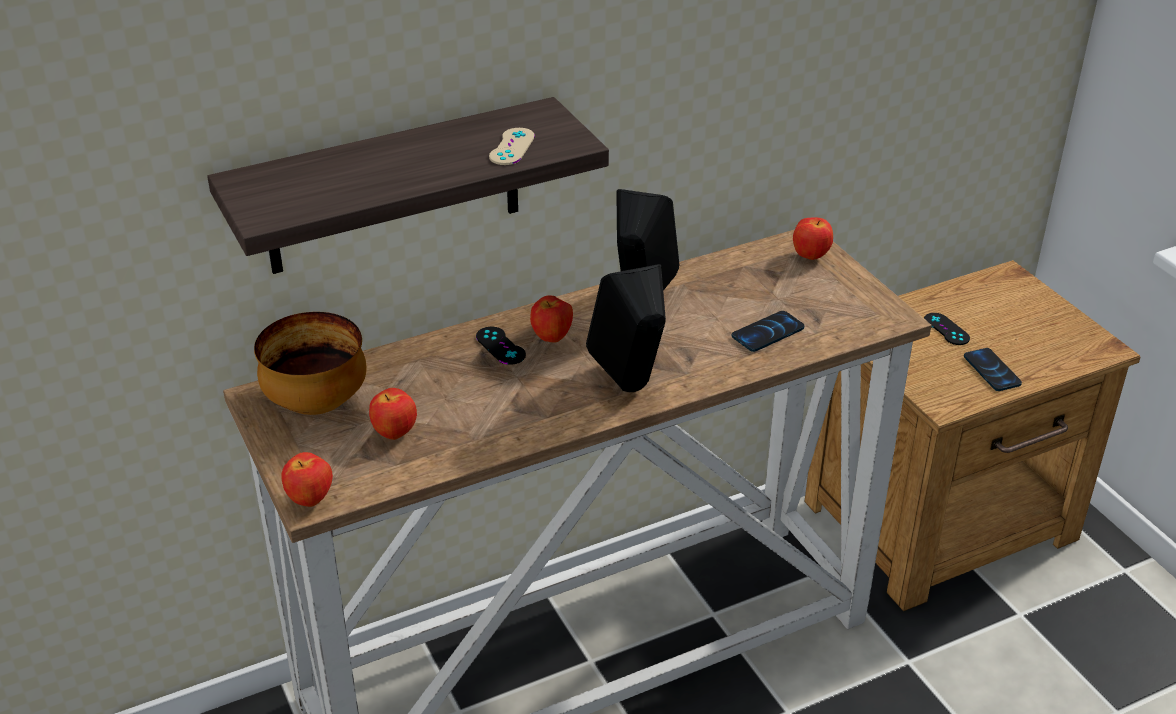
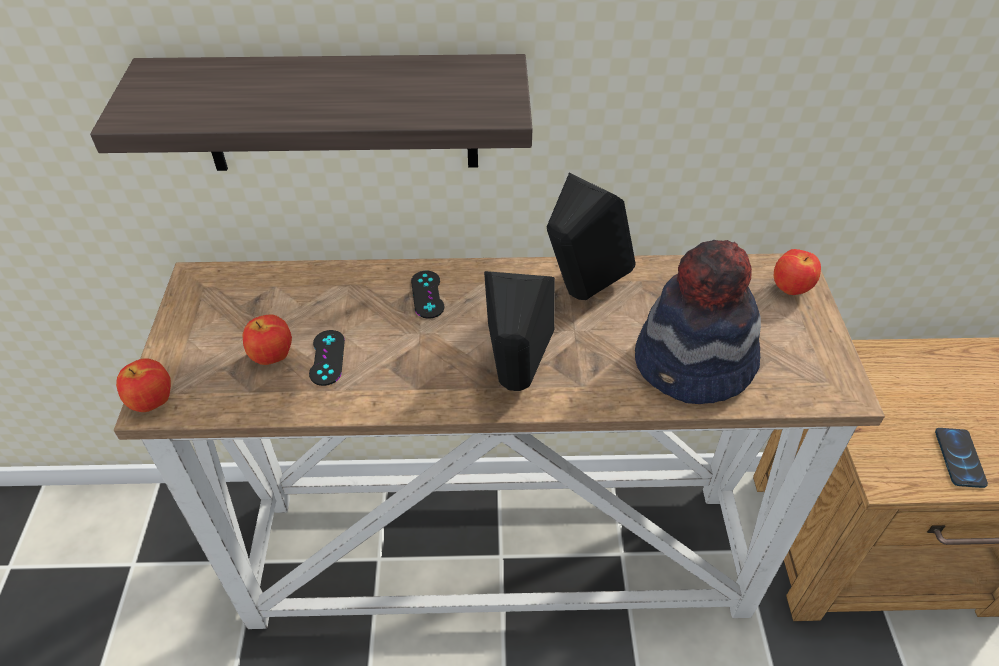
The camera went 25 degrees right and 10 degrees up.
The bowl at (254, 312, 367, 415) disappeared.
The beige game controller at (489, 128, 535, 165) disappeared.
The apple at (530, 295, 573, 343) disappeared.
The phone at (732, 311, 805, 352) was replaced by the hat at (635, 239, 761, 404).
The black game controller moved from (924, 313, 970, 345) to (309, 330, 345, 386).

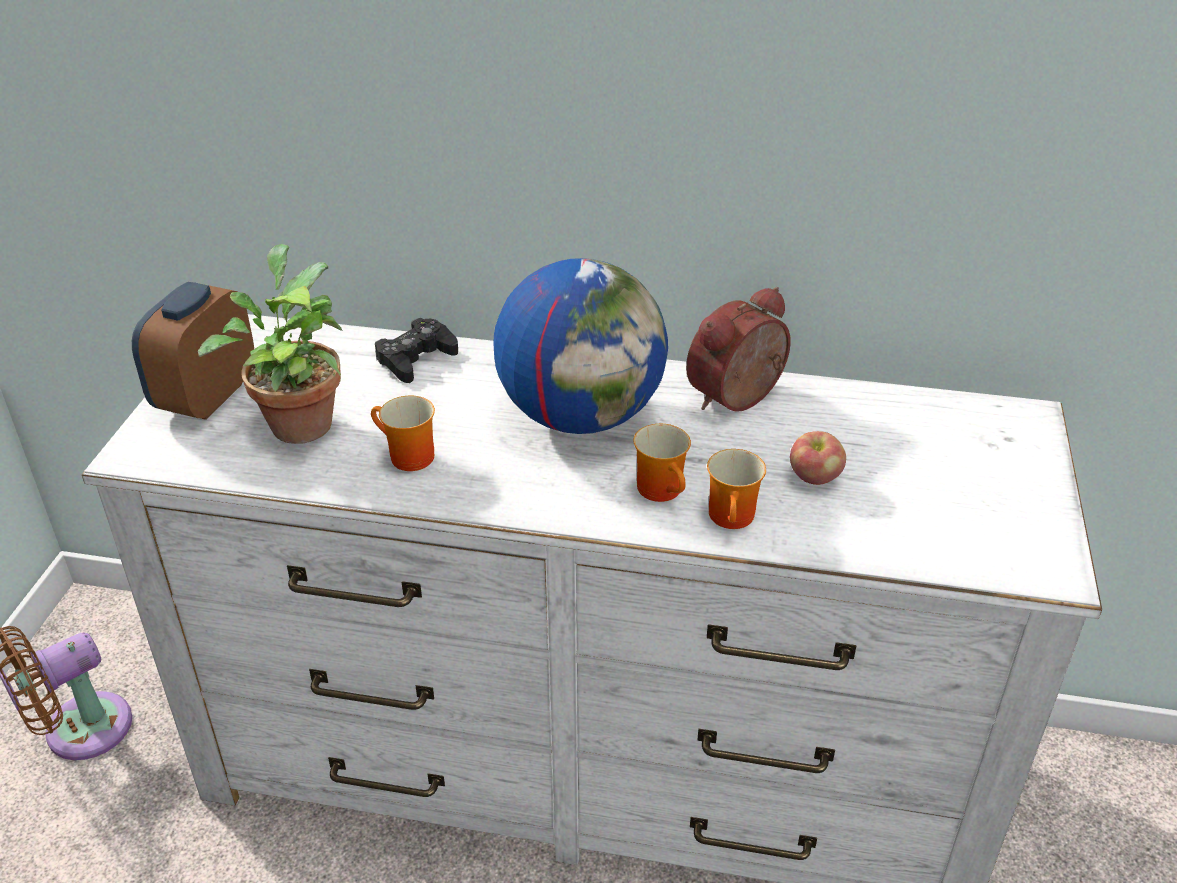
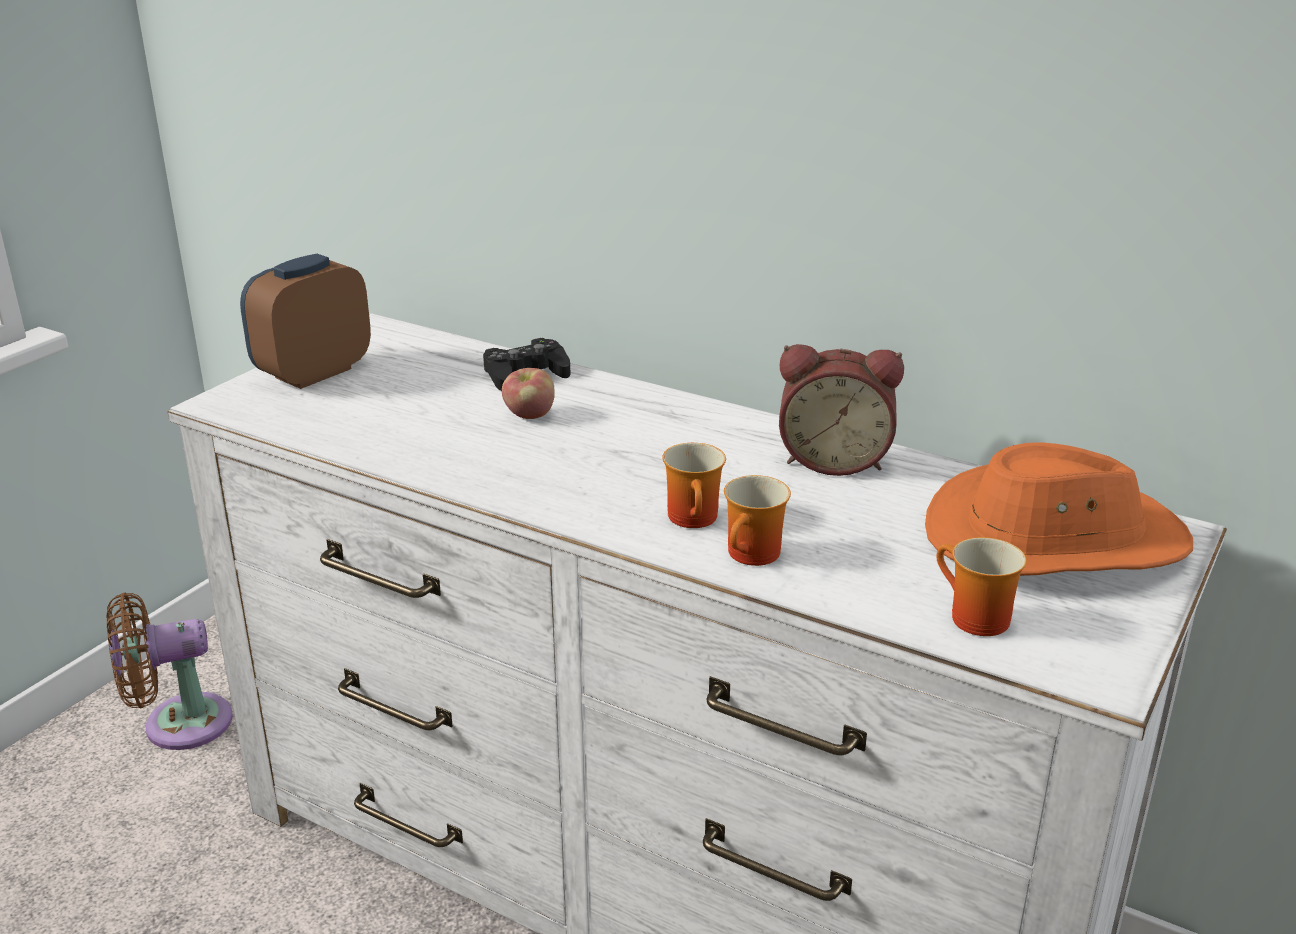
The camera went 20 degrees right and 10 degrees down.
The potted plant at (198, 244, 342, 444) disappeared.
The mug moved from (371, 395, 435, 471) to (936, 537, 1027, 636).
The globe at (494, 258, 668, 434) disappeared.
The alarm clock at (686, 287, 791, 412) turned 150 degrees counterclockwise.
The apple moved from (790, 431, 846, 485) to (502, 368, 555, 419).
The orange hat at (925, 442, 1193, 576) appeared.

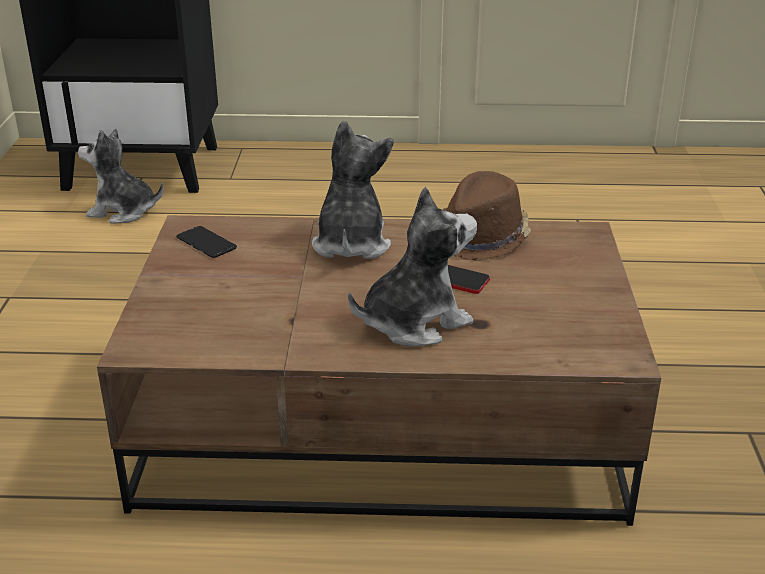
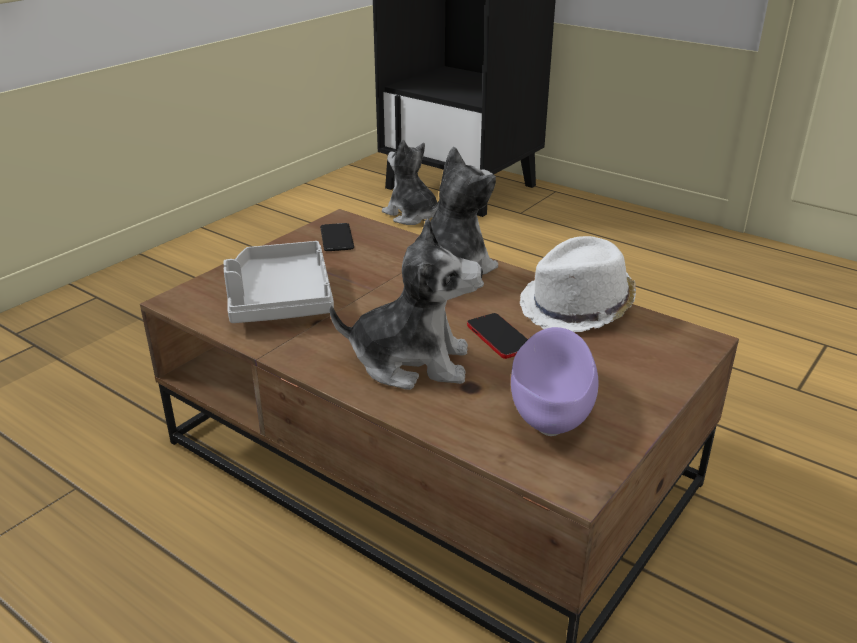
The camera went 35 degrees right and 0 degrees up.
The brown hat at (443, 171, 531, 261) became the white hat at (520, 236, 636, 332).
The grey tray at (224, 241, 334, 323) appeared.
The purple bowl at (511, 327, 598, 436) appeared.

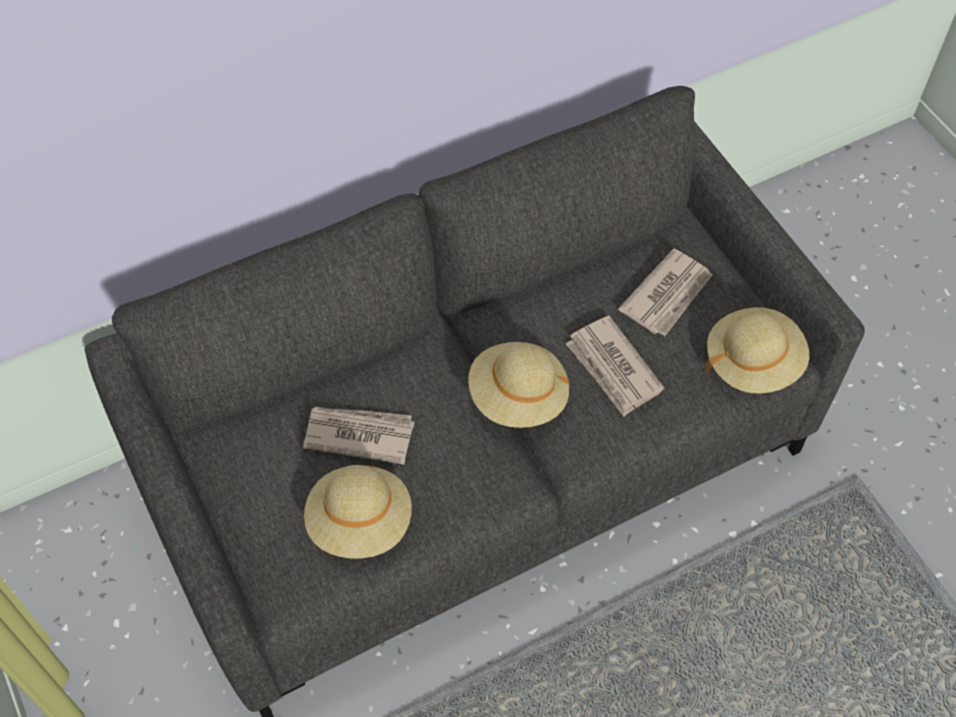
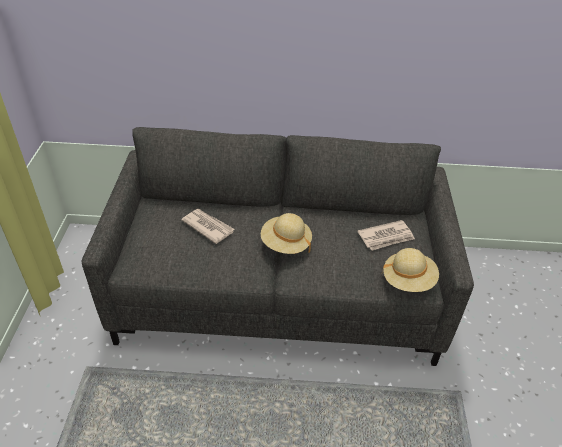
The camera went 30 degrees right and 15 degrees down.
The beige hat at (304, 465, 412, 559) disappeared.
The newspaper at (565, 316, 664, 417) disappeared.

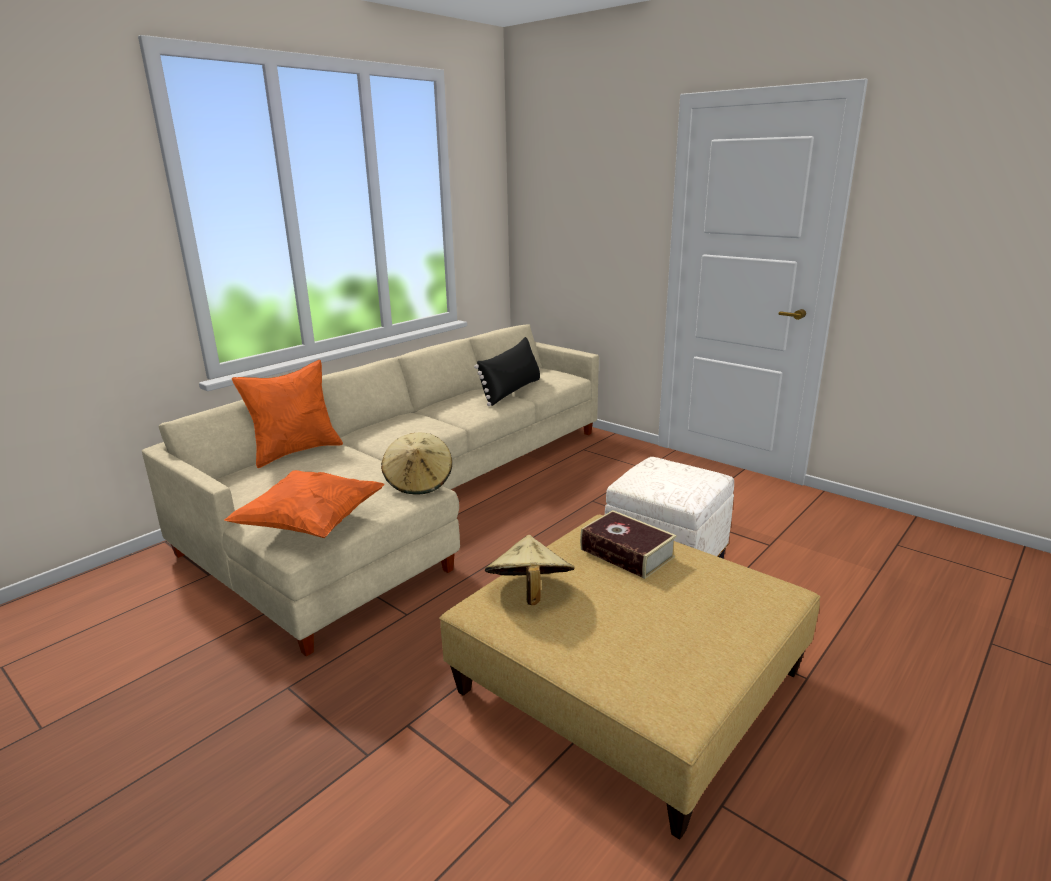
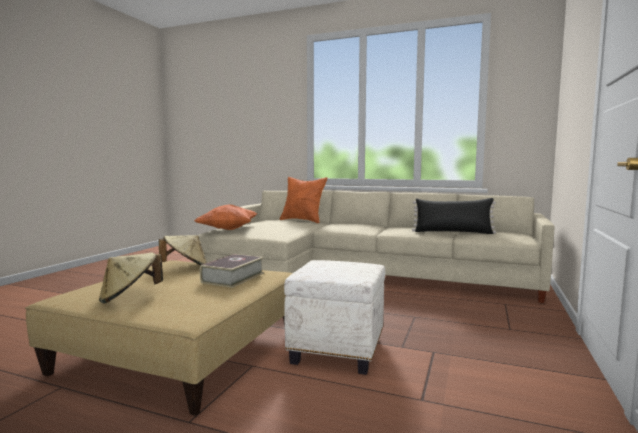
The camera went 70 degrees right and 15 degrees down.
The beige hat moved from (381, 433, 452, 495) to (99, 252, 163, 303).

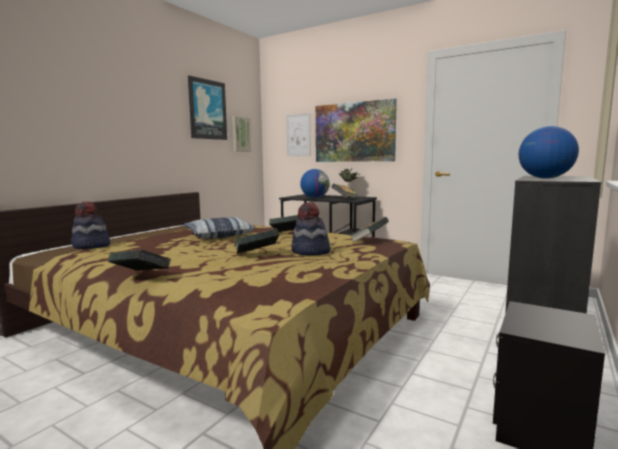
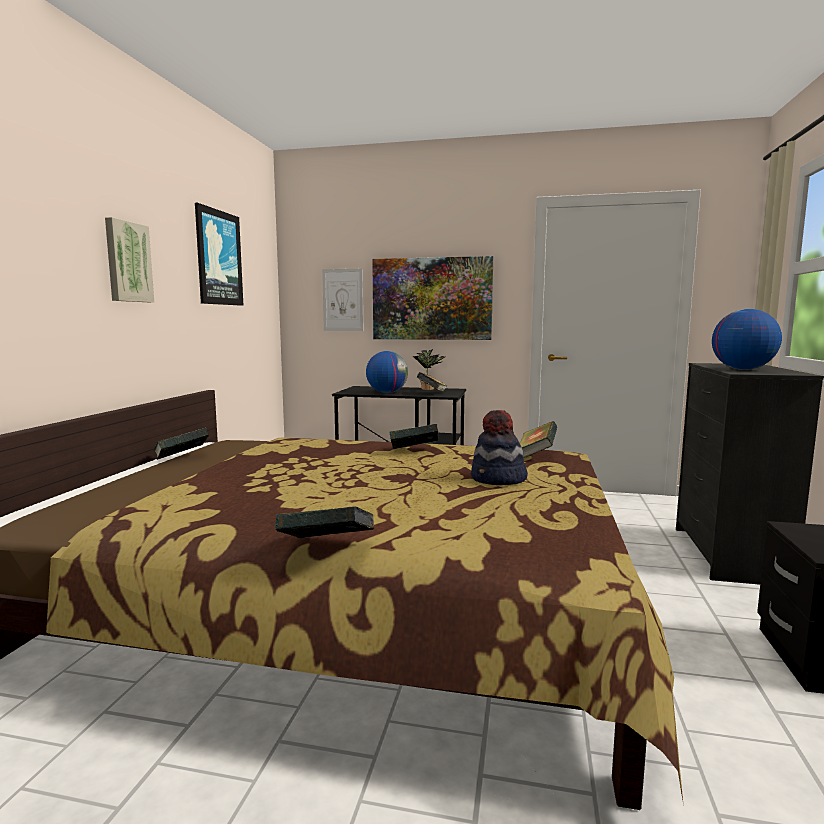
The camera went 20 degrees left and 0 degrees up.
The hat at (71, 202, 110, 249) disappeared.
The pillow at (184, 217, 255, 239) disappeared.
The picture moved from (232, 116, 251, 152) to (105, 217, 154, 302).
The book moved from (235, 229, 279, 254) to (153, 428, 209, 460).

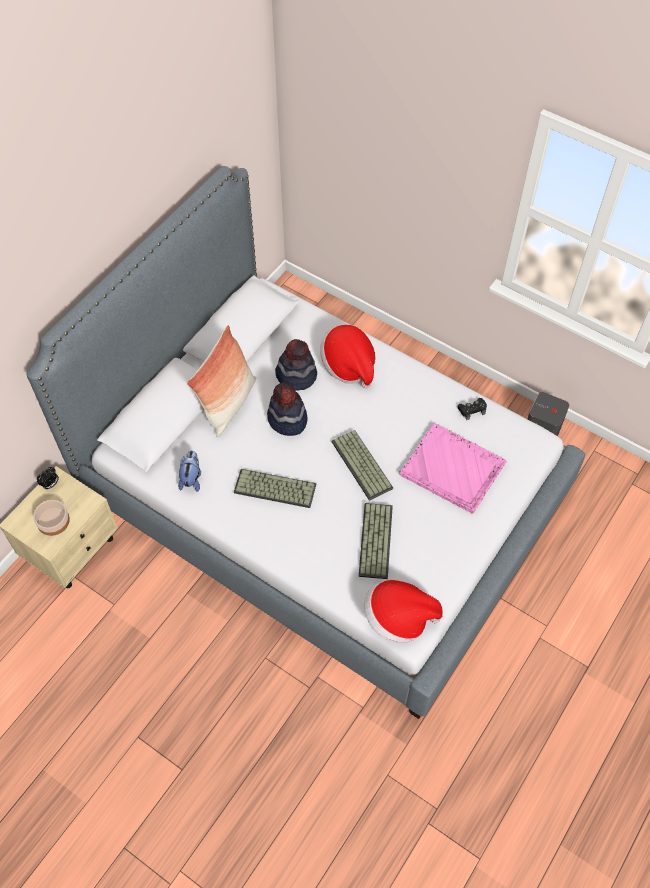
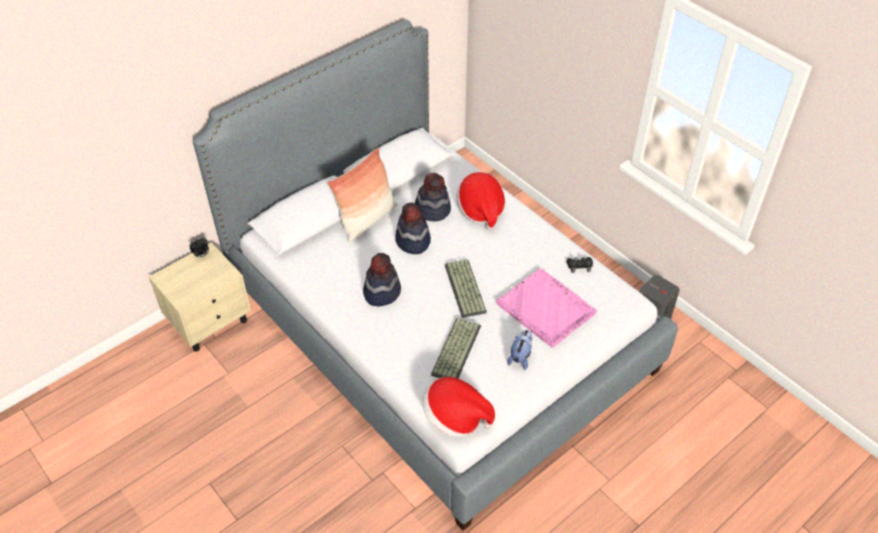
The camera went 15 degrees right and 10 degrees down.
The bowl at (33, 500, 70, 536) disappeared.
The plush toy moved from (178, 451, 201, 492) to (507, 330, 532, 370).
The keyboard at (234, 469, 316, 508) was replaced by the hat at (363, 253, 401, 306).

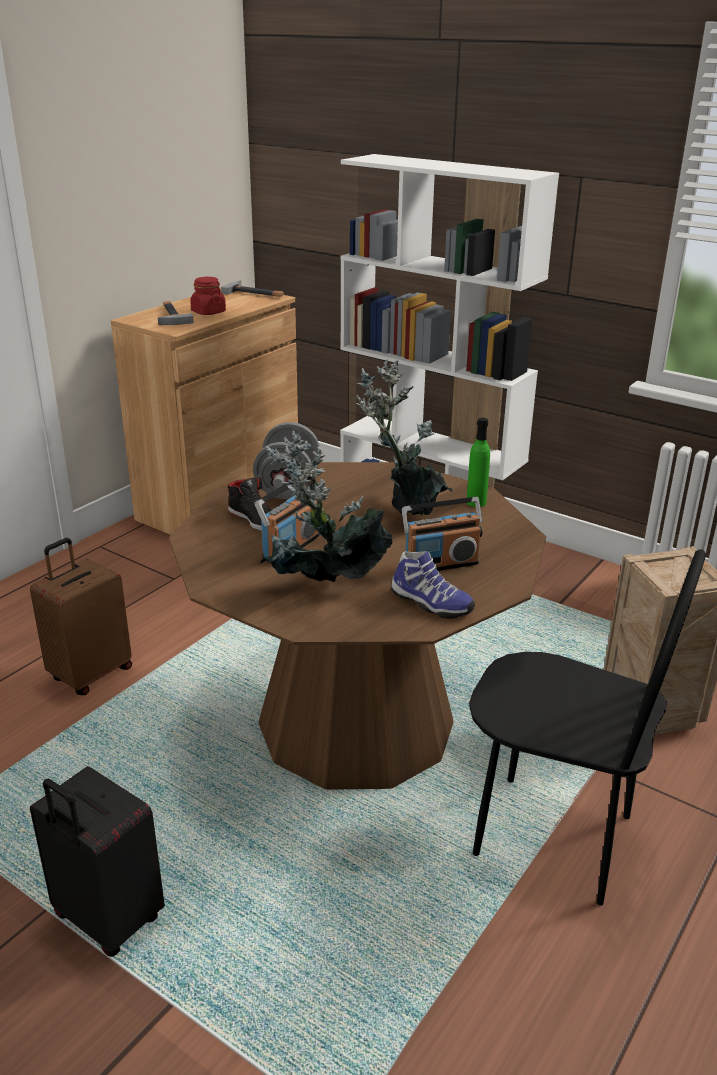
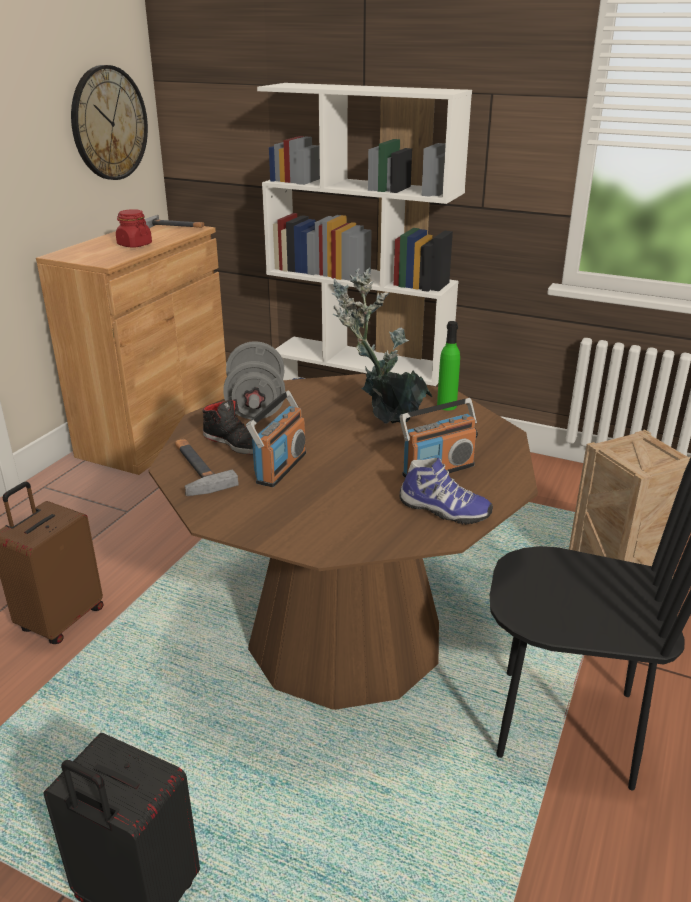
The camera went 10 degrees left and 0 degrees up.
The hammer moved from (158, 301, 194, 325) to (175, 439, 239, 496).
The potted plant at (260, 430, 392, 582) disappeared.
The wall clock at (71, 65, 148, 180) appeared.

